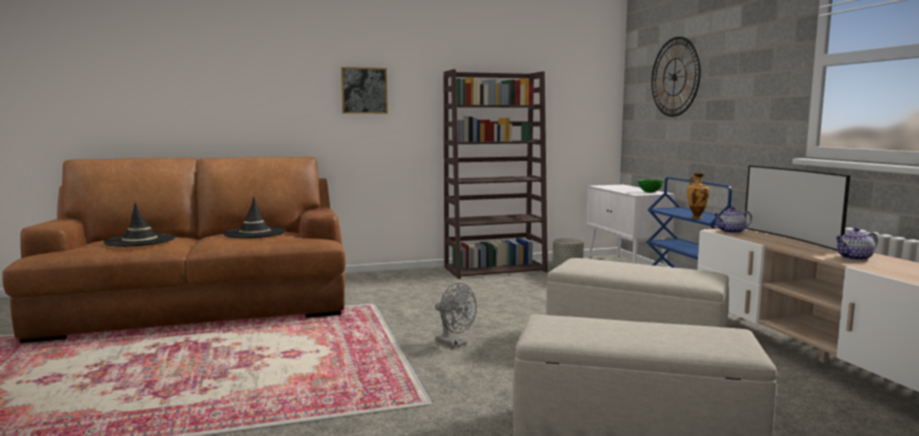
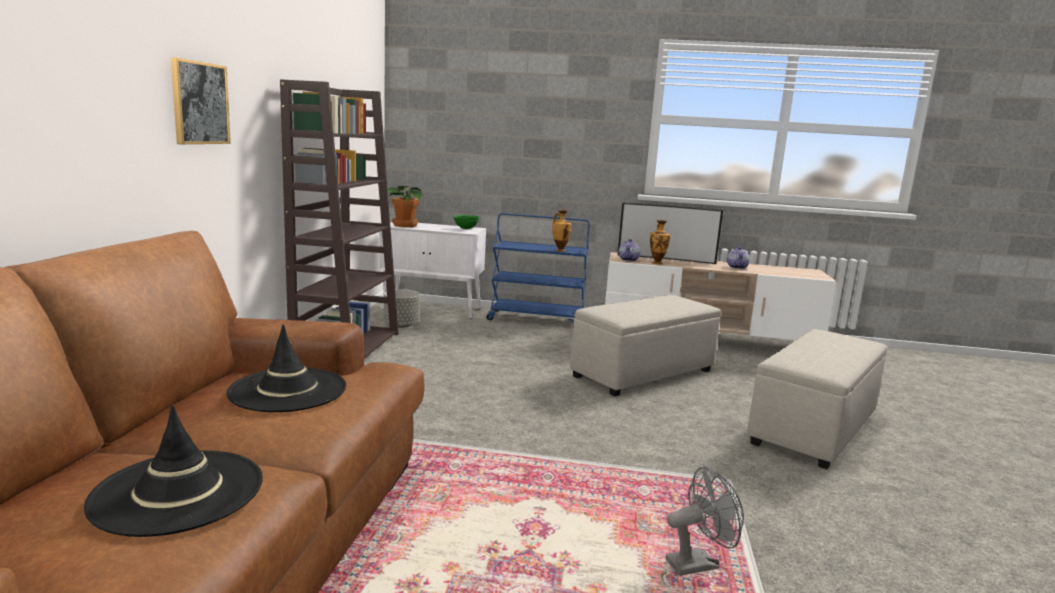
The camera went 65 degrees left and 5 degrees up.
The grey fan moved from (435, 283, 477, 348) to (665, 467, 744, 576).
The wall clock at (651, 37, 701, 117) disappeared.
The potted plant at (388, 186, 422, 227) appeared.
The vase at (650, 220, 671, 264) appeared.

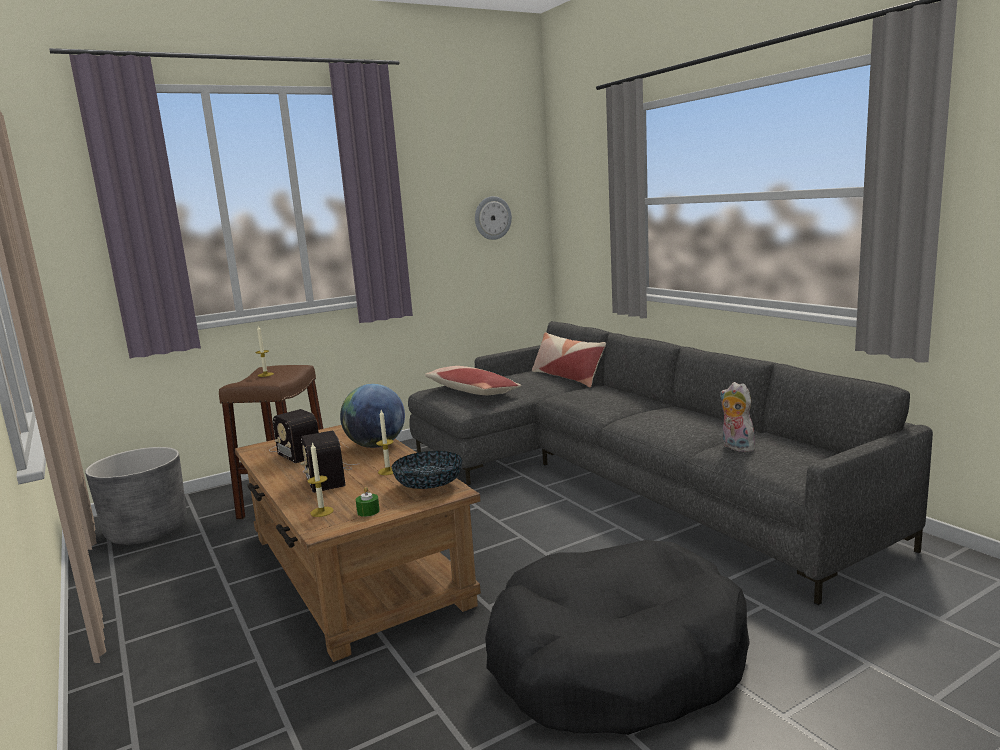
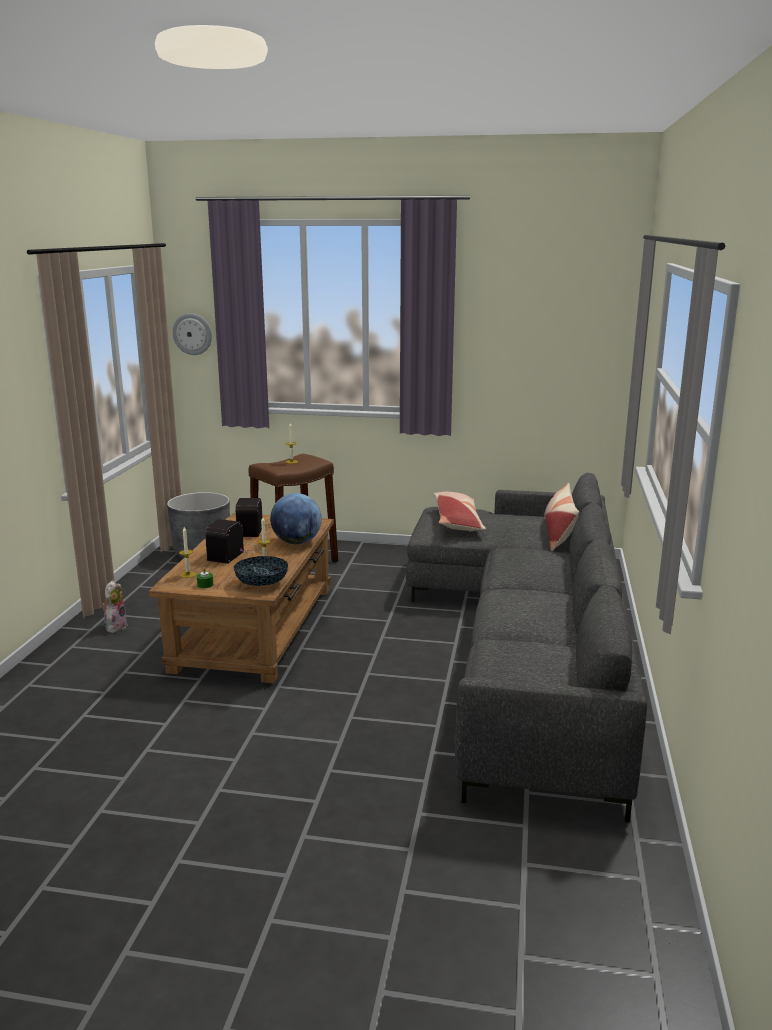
The camera went 40 degrees right and 5 degrees up.
The wall clock moved from (475, 196, 512, 240) to (172, 313, 212, 355).
The black dog bed at (485, 540, 750, 735) disappeared.
The plush toy moved from (720, 382, 755, 452) to (102, 580, 128, 633).

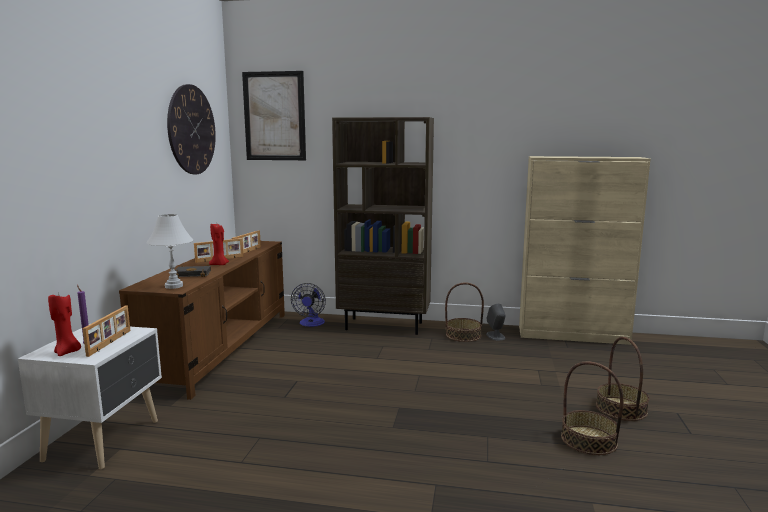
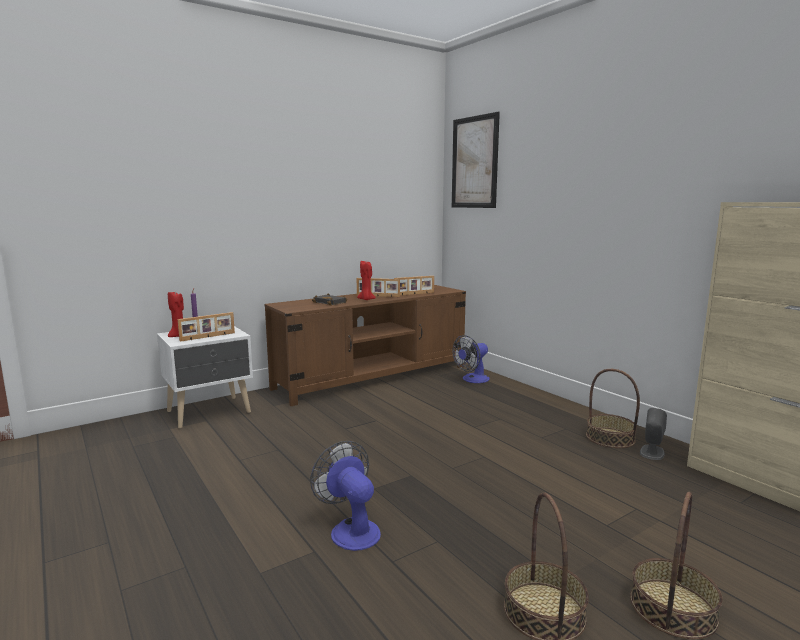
The camera went 45 degrees right and 0 degrees up.
The white table lamp at (146, 214, 193, 289) disappeared.
The wall clock at (167, 84, 216, 174) disappeared.
The brown bookcase at (332, 117, 434, 335) disappeared.
The fan at (310, 441, 381, 551) appeared.

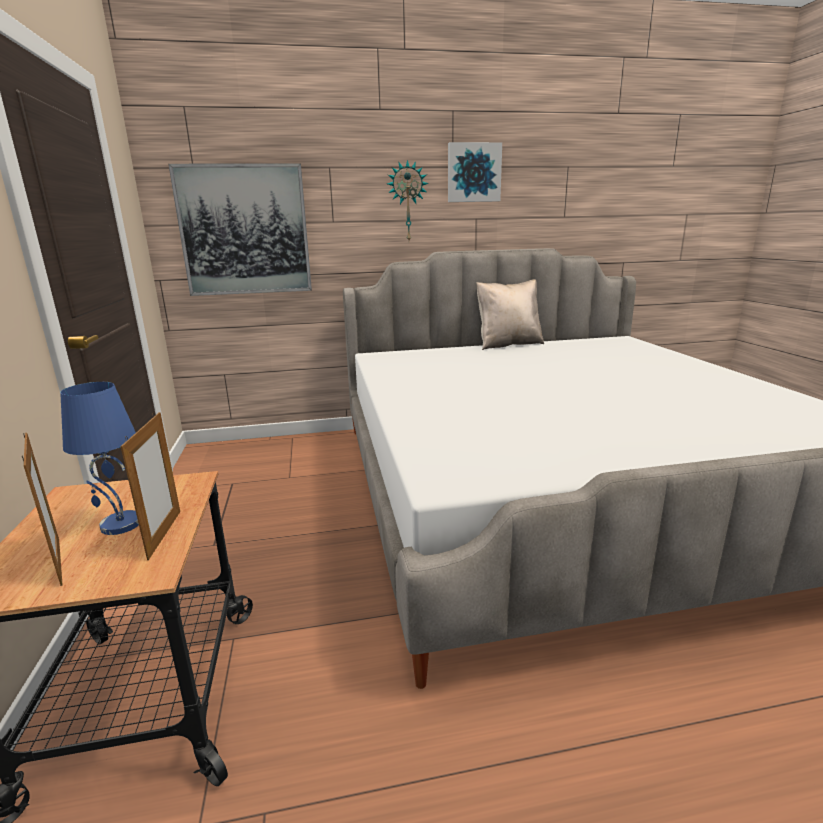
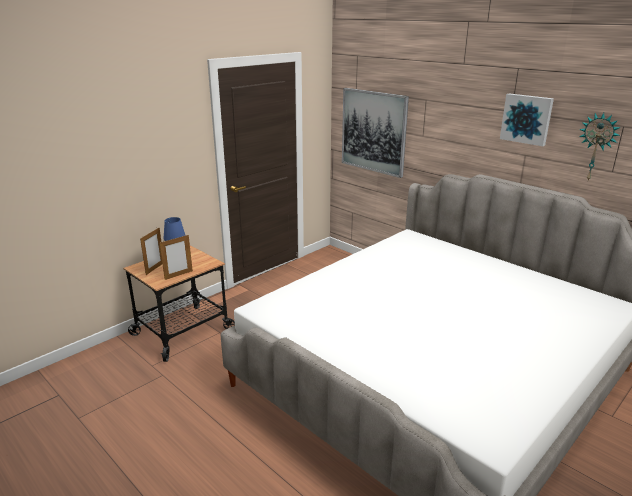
The camera went 55 degrees right and 5 degrees up.
The wall clock moved from (387, 160, 429, 240) to (579, 113, 621, 181).
The beige pillow at (476, 279, 544, 350) disappeared.

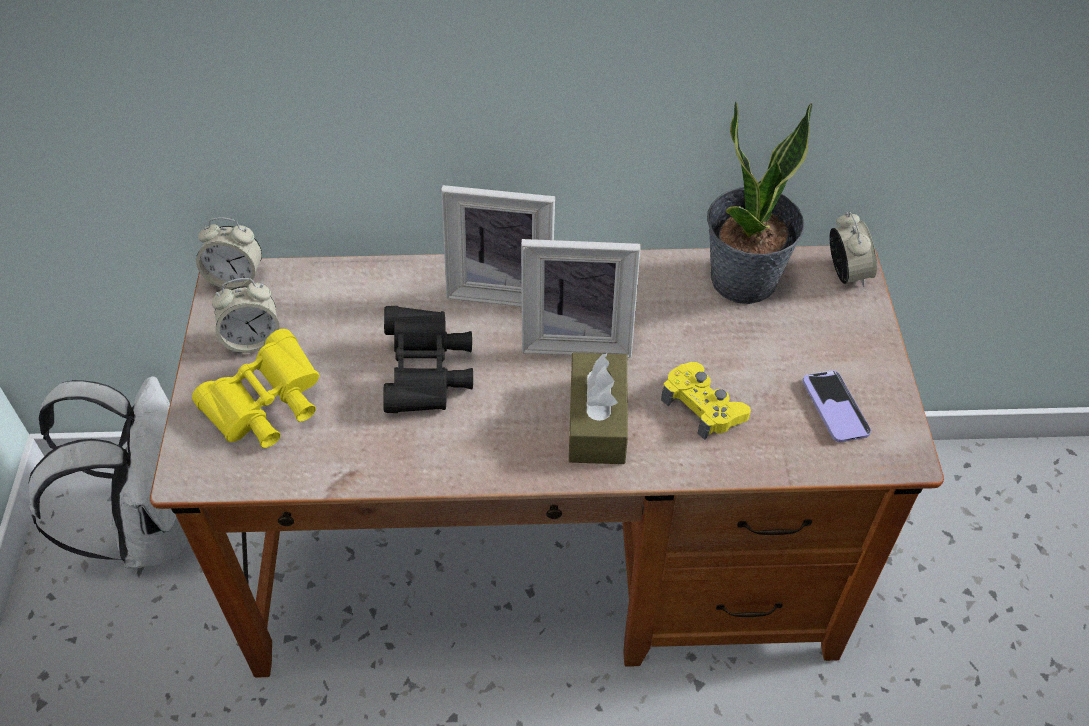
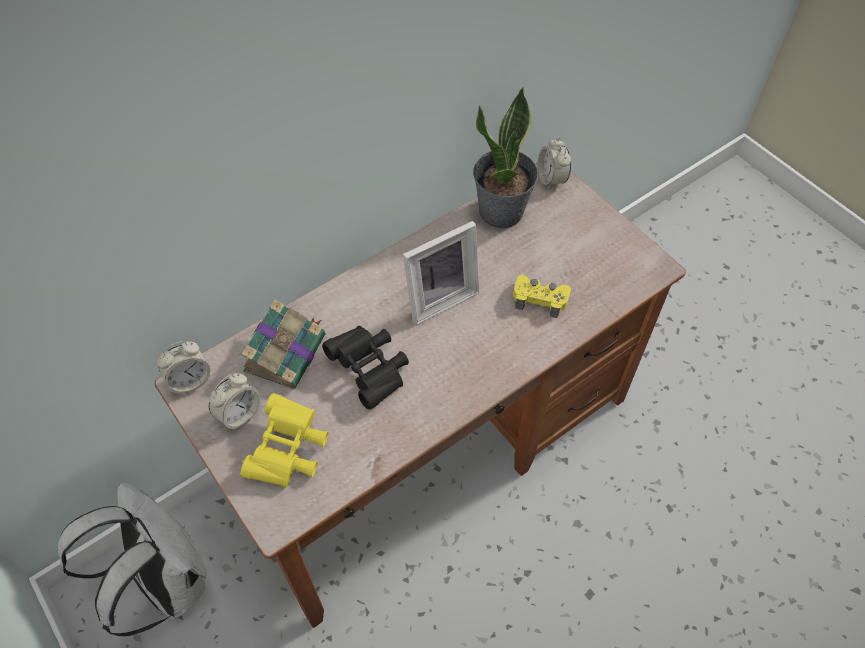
The camera went 35 degrees left and 5 degrees up.
The picture frame at (441, 185, 555, 307) disappeared.
The brown tissue box at (569, 352, 628, 464) disappeared.
The phone at (802, 370, 871, 442) disappeared.
The alarm clock at (830, 212, 877, 287) turned 150 degrees counterclockwise.
The book at (241, 299, 325, 390) appeared.

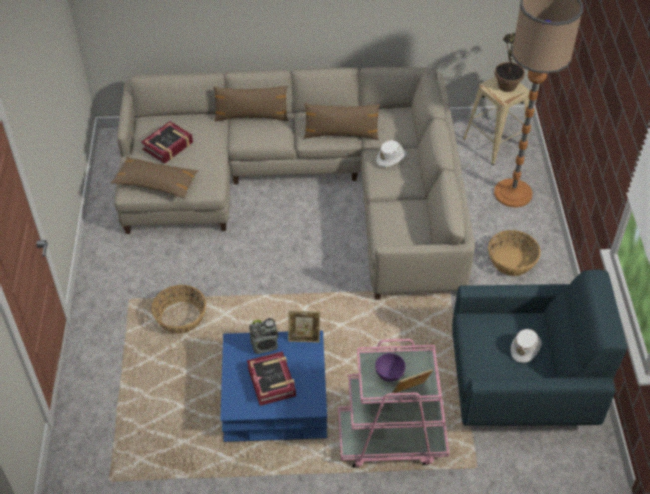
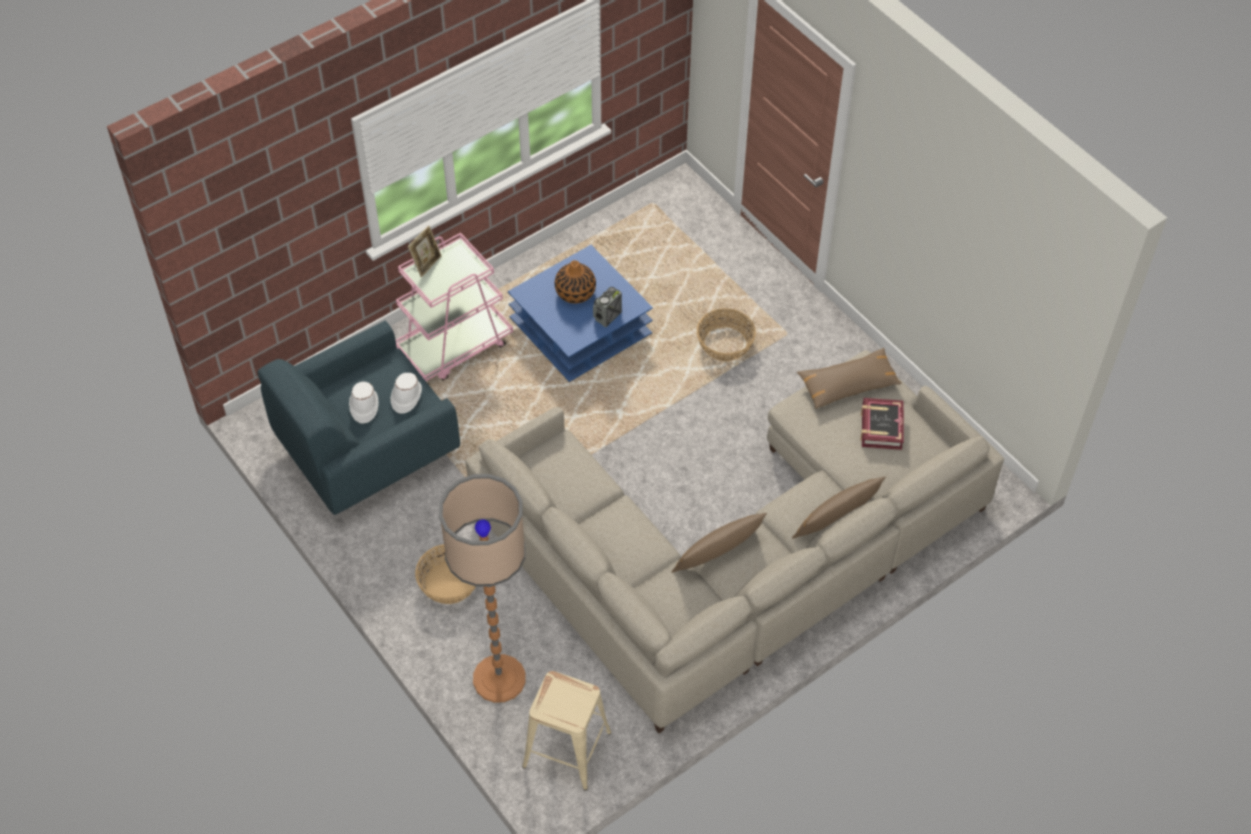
The camera went 145 degrees right and 5 degrees up.
The book at (247, 351, 296, 406) was replaced by the vase at (555, 260, 596, 303).
The picture frame at (288, 310, 320, 343) disappeared.
The purple bowl at (375, 353, 406, 382) disappeared.
The white hat moved from (377, 140, 407, 167) to (390, 373, 422, 413).
The potted plant at (495, 33, 525, 92) disappeared.

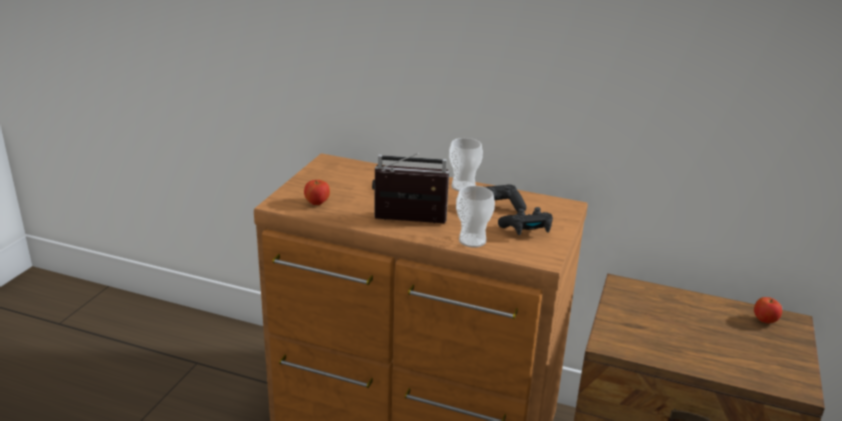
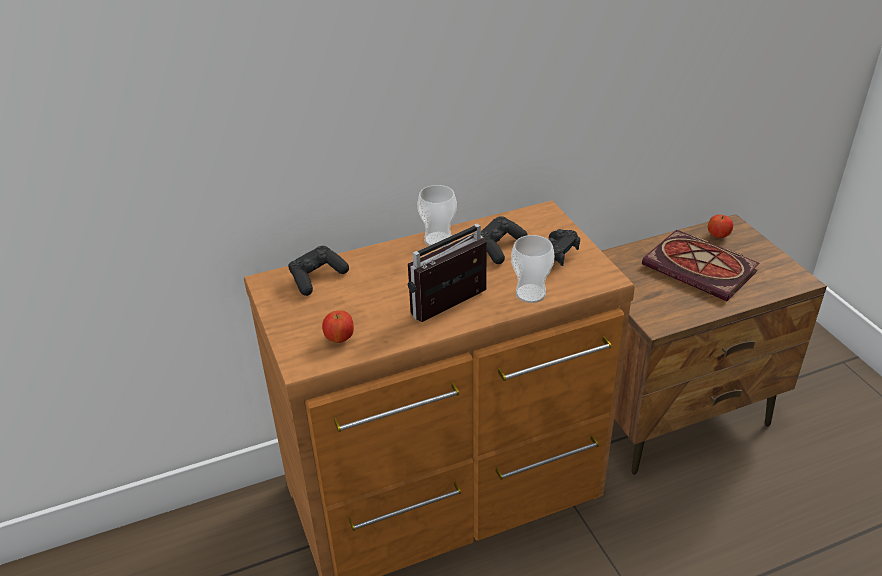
The camera went 40 degrees left and 10 degrees up.
The black game controller at (288, 246, 349, 296) appeared.
The book at (642, 229, 760, 301) appeared.

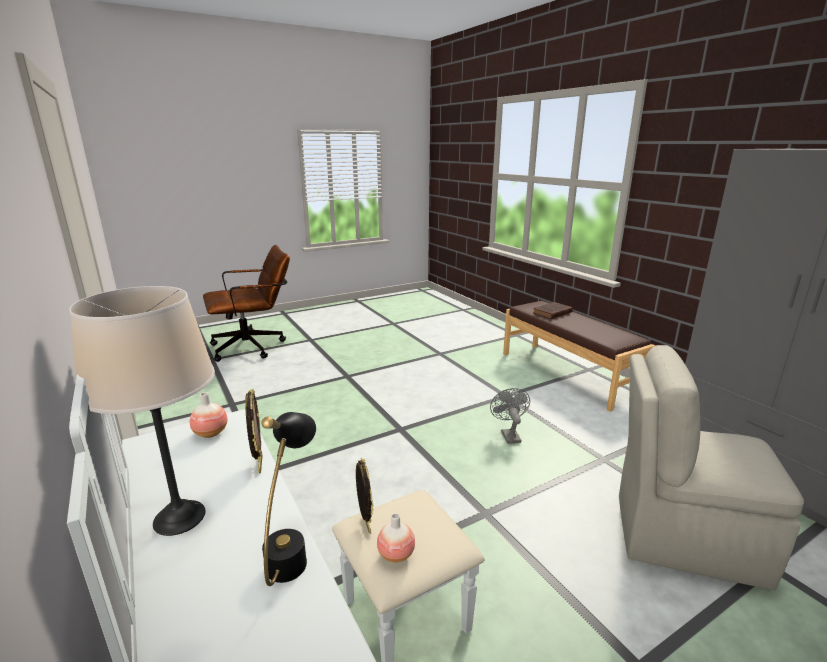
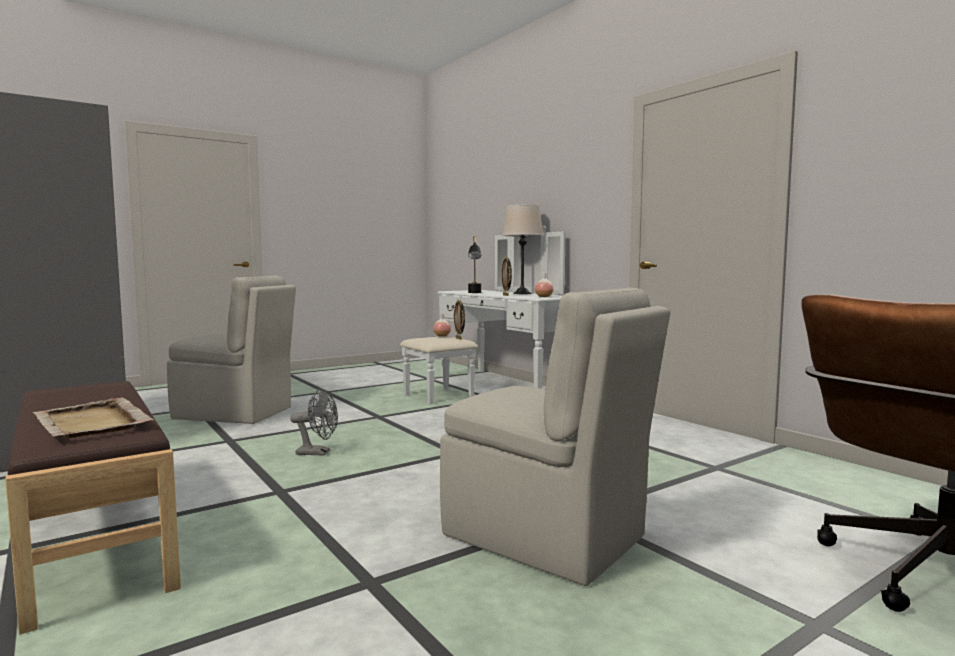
The camera went 175 degrees right and 15 degrees down.
The grey fan at (490, 388, 530, 444) turned 75 degrees counterclockwise.
The brown book at (533, 302, 573, 319) was replaced by the beige tray at (33, 397, 154, 438).
The beige chair at (440, 288, 670, 586) appeared.

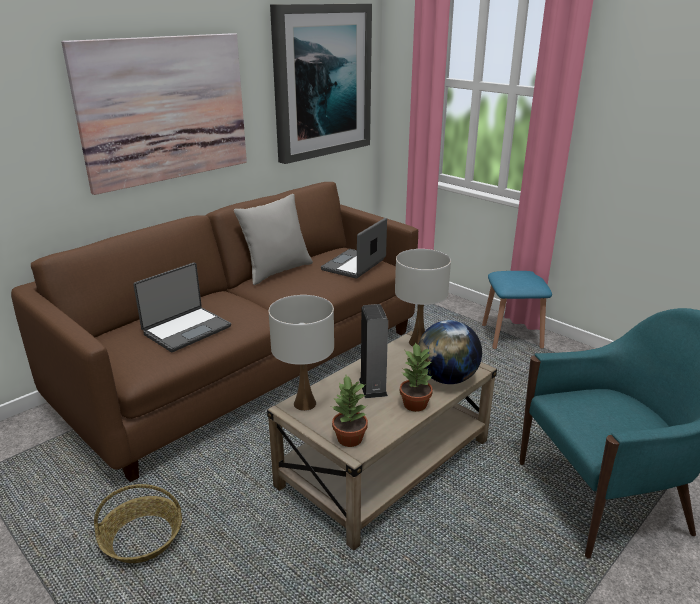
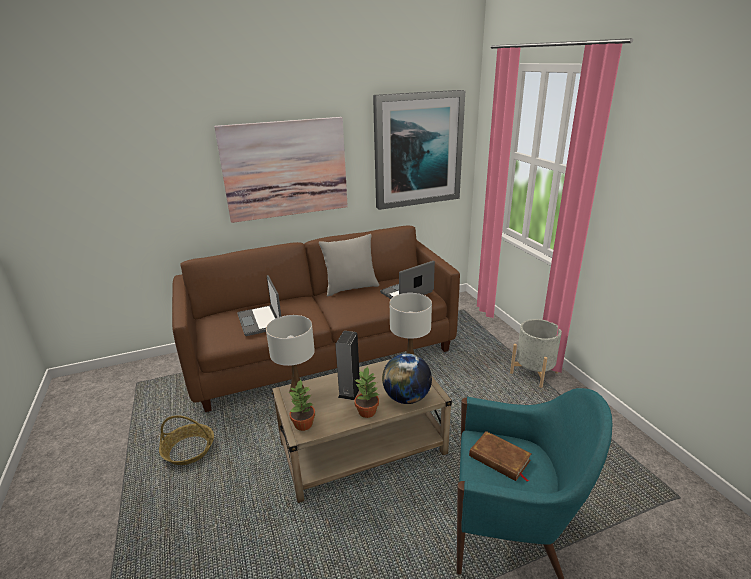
The camera went 25 degrees right and 0 degrees up.
The laptop at (133, 262, 231, 352) turned 90 degrees clockwise.
The blue stool at (482, 271, 552, 349) was replaced by the grey planter at (510, 319, 562, 388).
The brown book at (469, 431, 531, 482) appeared.

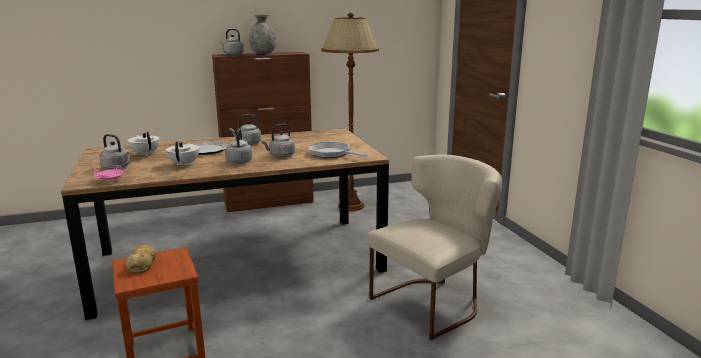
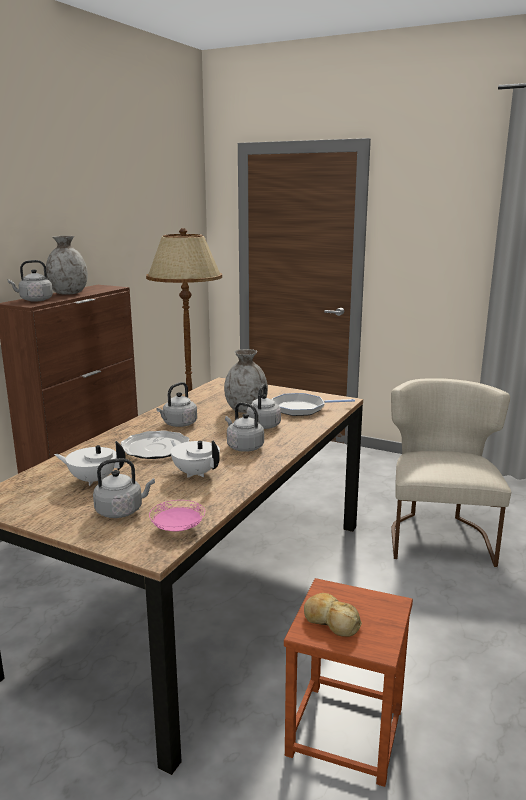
The camera went 45 degrees left and 0 degrees up.
The grey vase at (224, 349, 268, 413) appeared.

